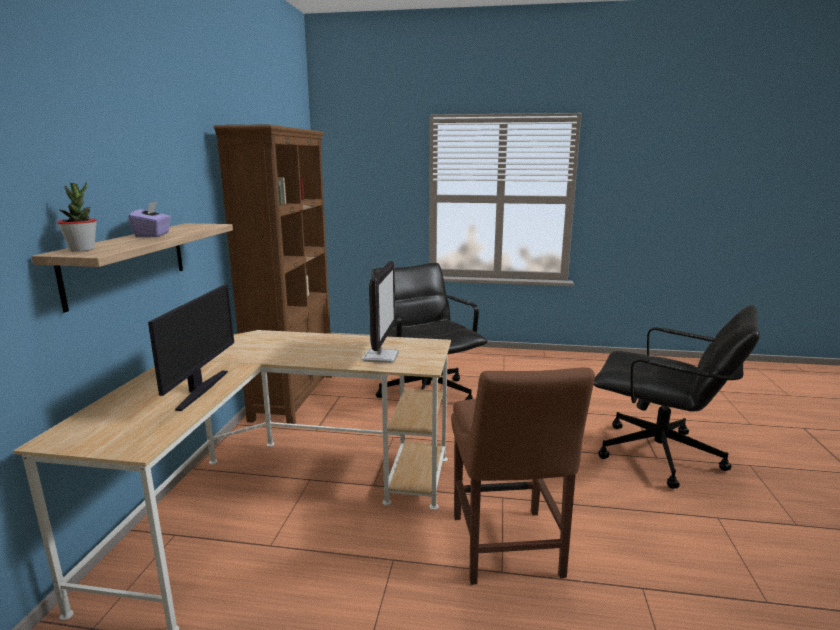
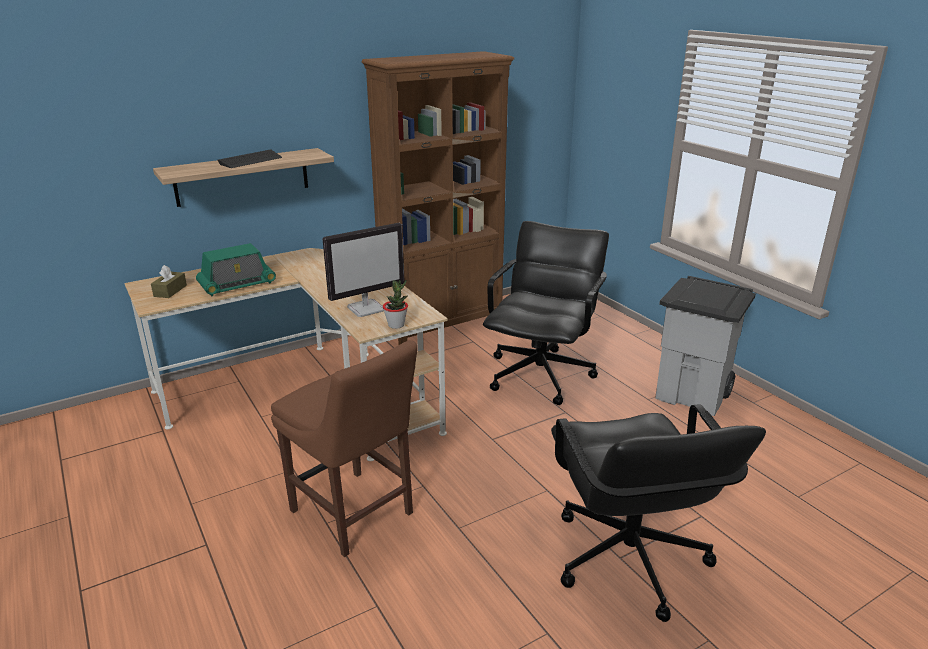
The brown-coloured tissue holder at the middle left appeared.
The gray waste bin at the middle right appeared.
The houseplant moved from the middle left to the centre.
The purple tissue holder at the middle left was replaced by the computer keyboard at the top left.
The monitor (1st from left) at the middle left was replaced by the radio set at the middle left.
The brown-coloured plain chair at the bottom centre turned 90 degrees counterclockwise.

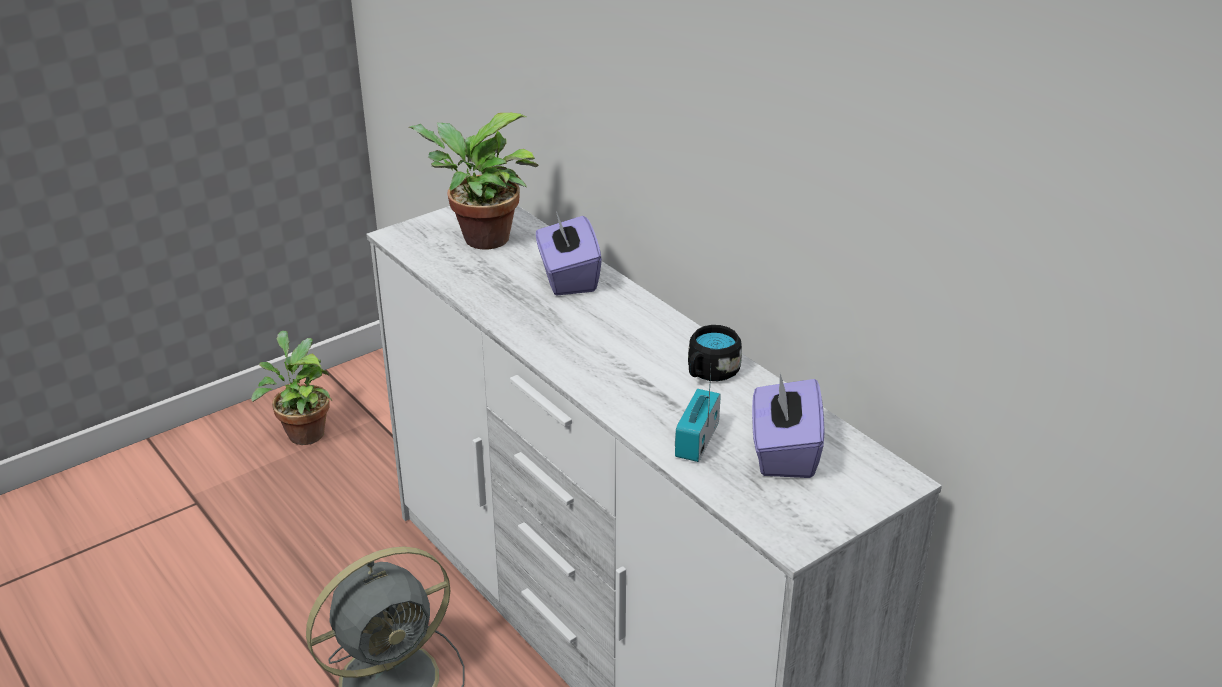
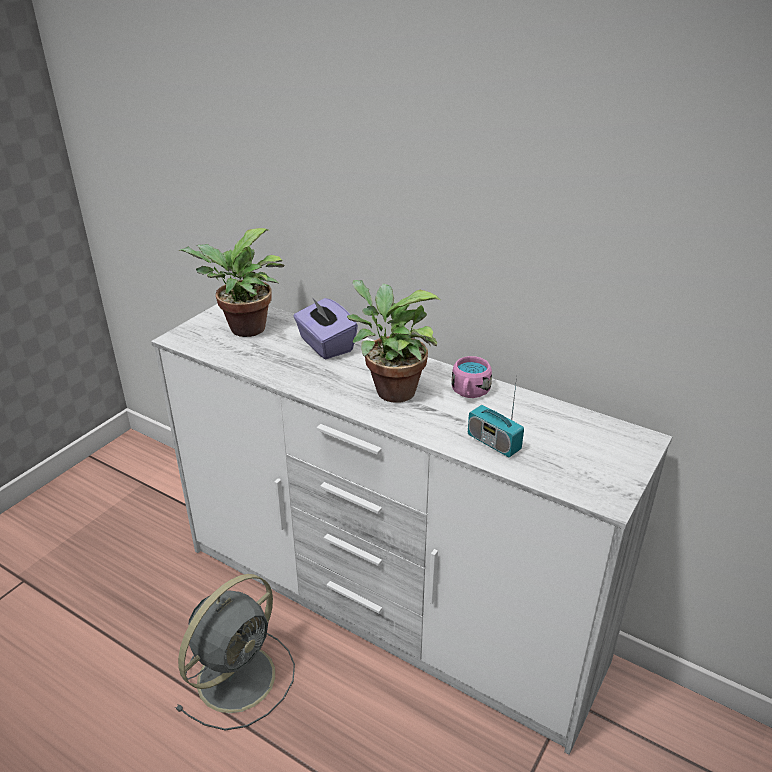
The purple tissue holder (2nd from left) at the centre disappeared.
The houseplant (1st from left in the first image) moved from the middle left to the centre.
The blackish mug at the centre became the pink-coloured mug at the centre.
The radio set at the centre turned 45 degrees counterclockwise.

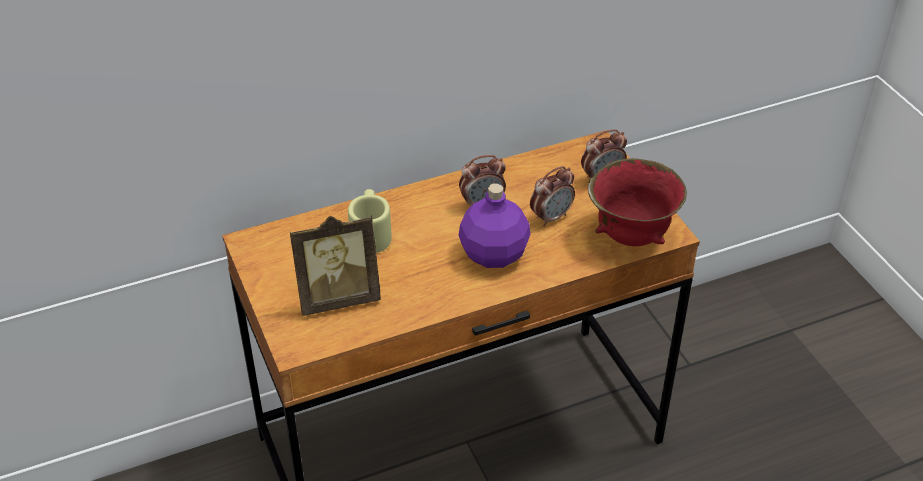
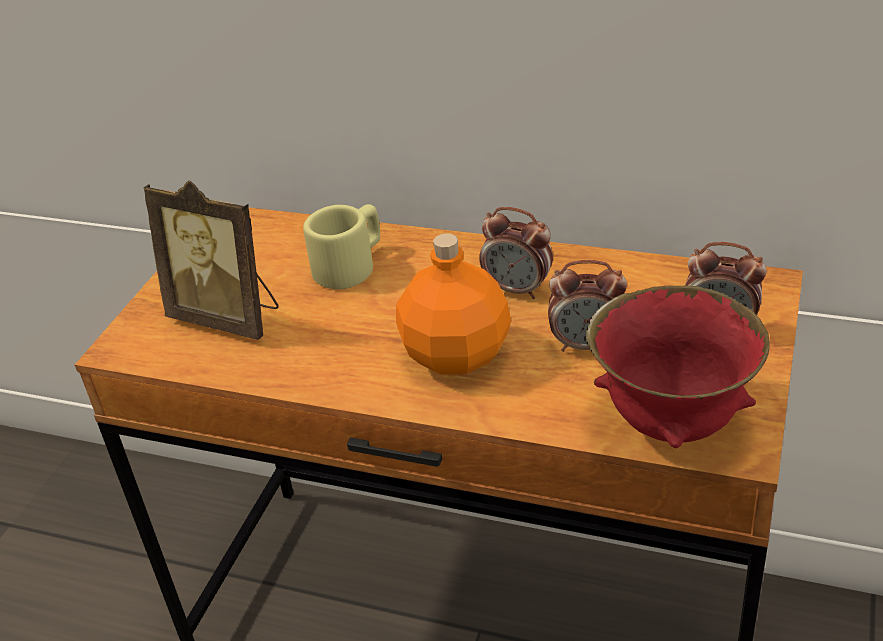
The purple beverage bottle at the centre became the orange-coloured beverage bottle at the centre.

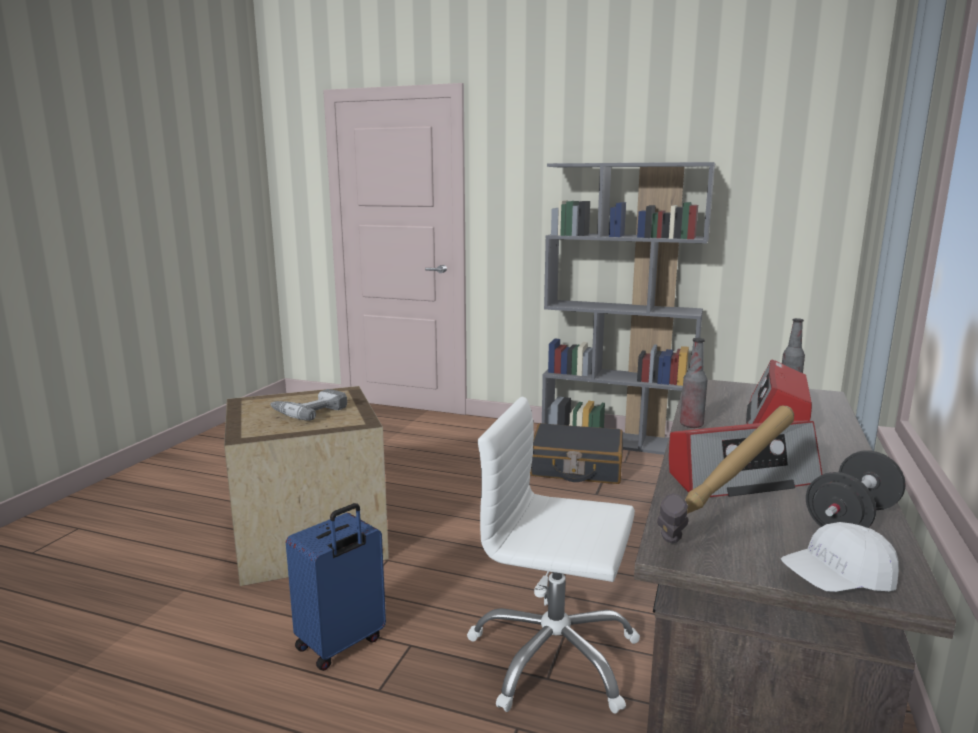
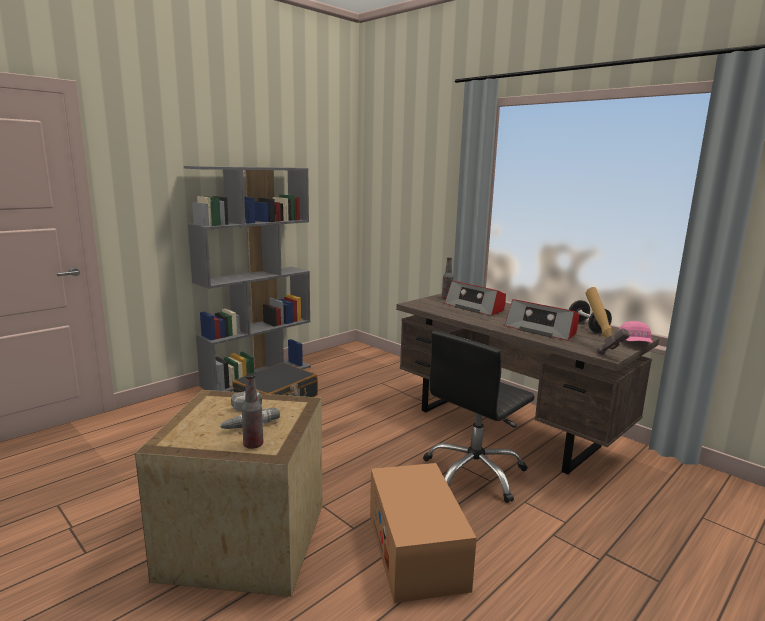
The beverage bottle (1st from left) moved from the middle right to the middle left.
The blue piece of luggage at the bottom centre was replaced by the packing box at the bottom centre.
The white computer chair at the bottom centre became the blackish computer chair at the bottom centre.
The white peaked cap at the bottom right became the pink-coloured peaked cap at the middle right.
The radio set (1st from left in the first image) at the middle right turned 120 degrees clockwise.

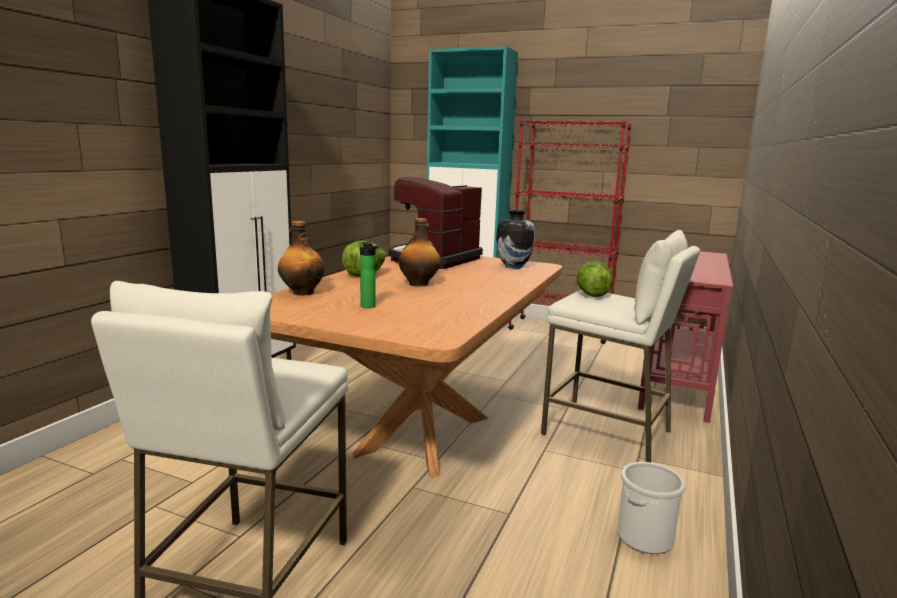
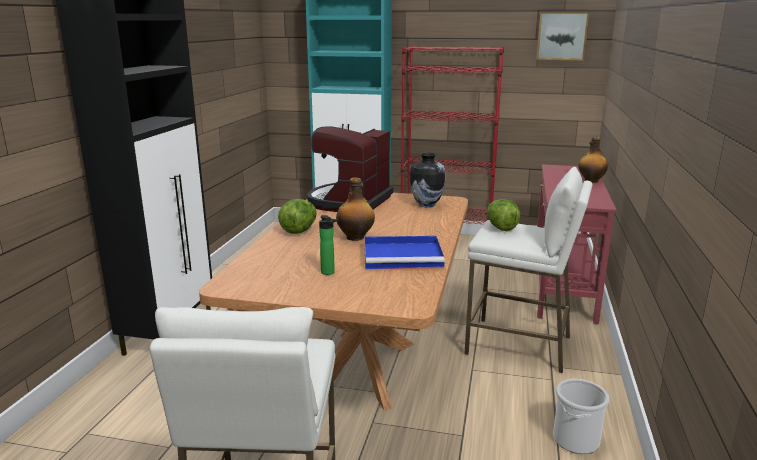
The blue serving tray at the centre appeared.
The wall picture at the top right appeared.
The beverage bottle (1st from left in the first image) moved from the centre to the middle right.

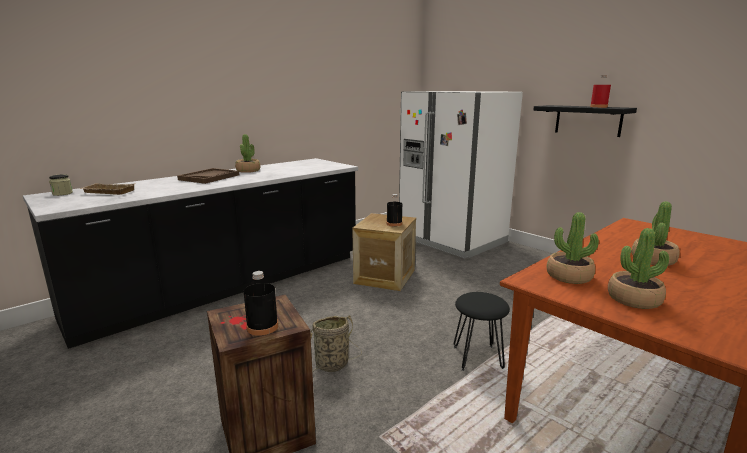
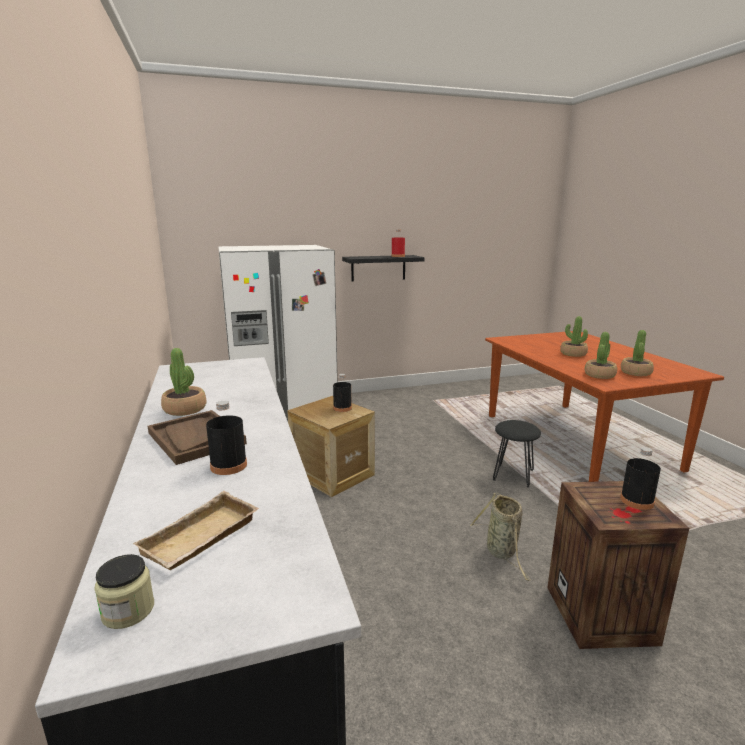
The blackish beverage bottle (1st from left) at the middle left appeared.

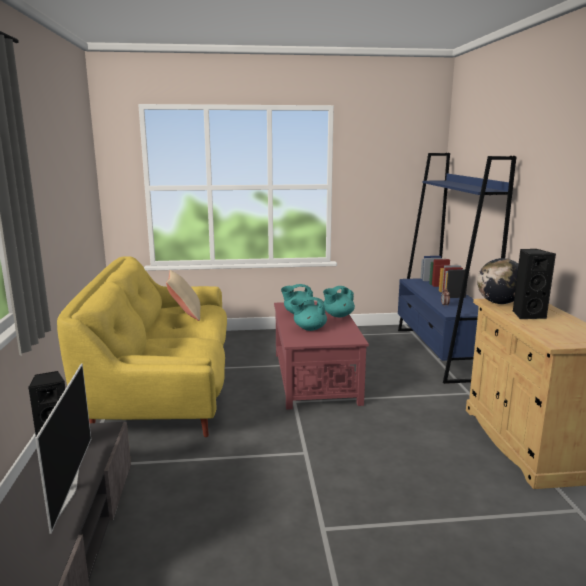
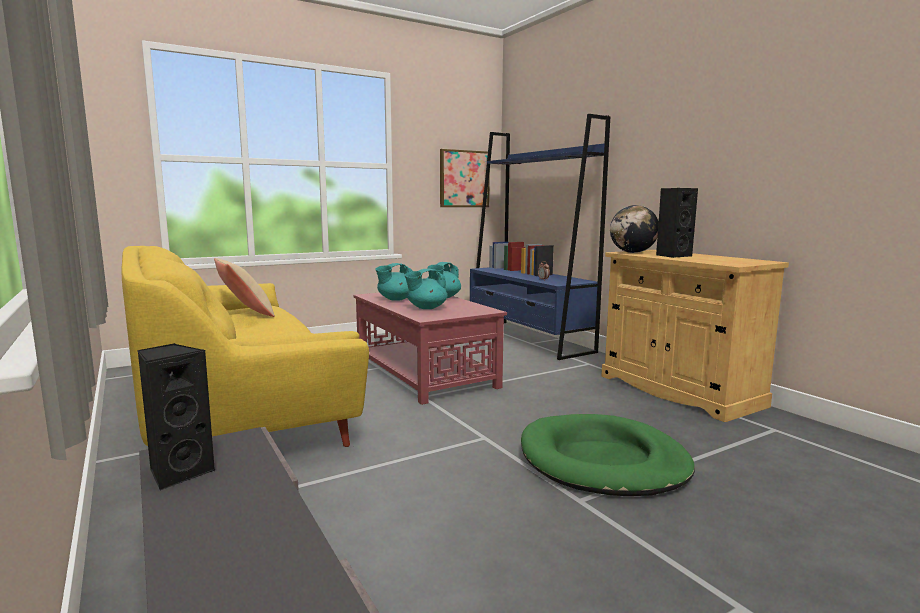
The television at the bottom left disappeared.
The wall picture at the top centre appeared.
The greenish pet bed at the bottom centre appeared.

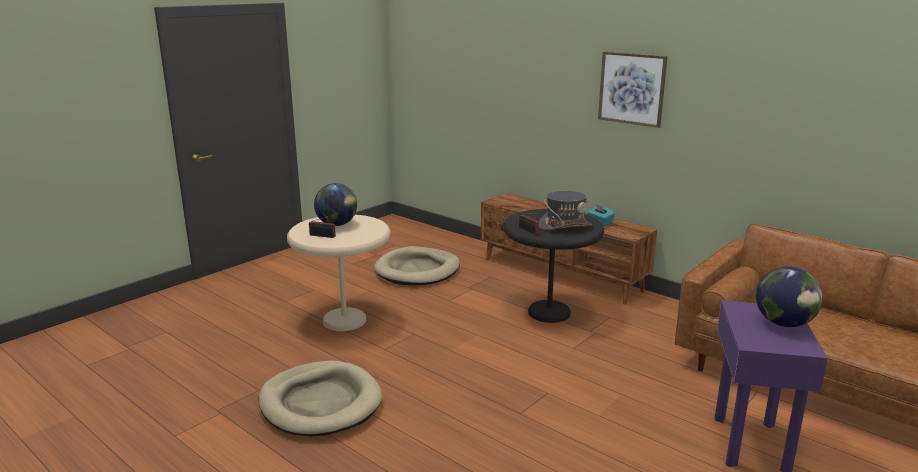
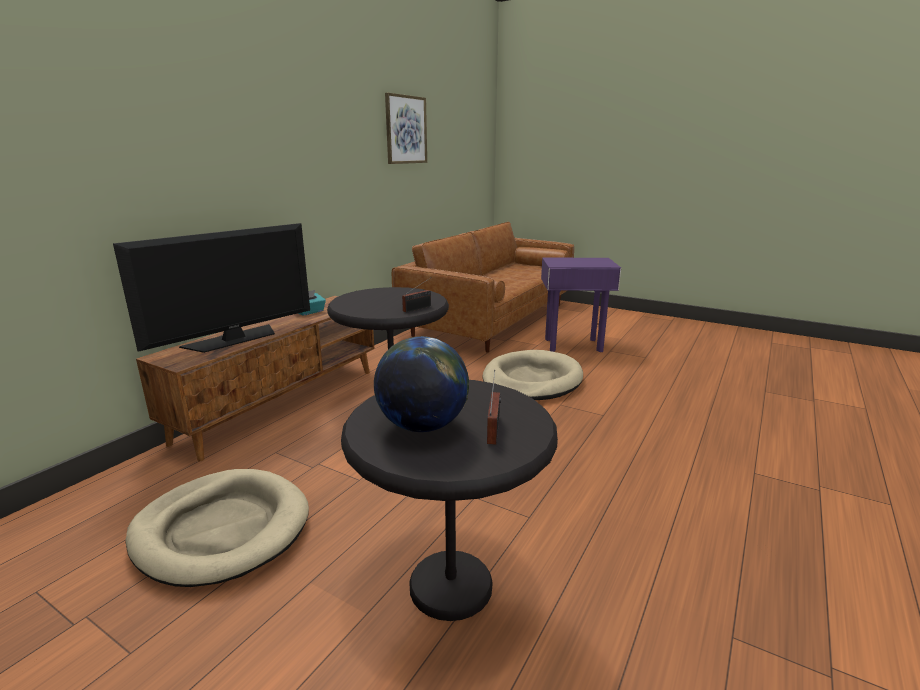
The gray wearable hat at the centre disappeared.
The world globe (2nd from left) at the middle right disappeared.
The television at the middle left appeared.
The beige-coloured pet bed (1st from left in the first image) moved from the bottom centre to the centre.
The wall picture moved from the top right to the top centre.
The beige-coloured accent table at the centre became the blackish accent table (2nd from left) at the bottom centre.

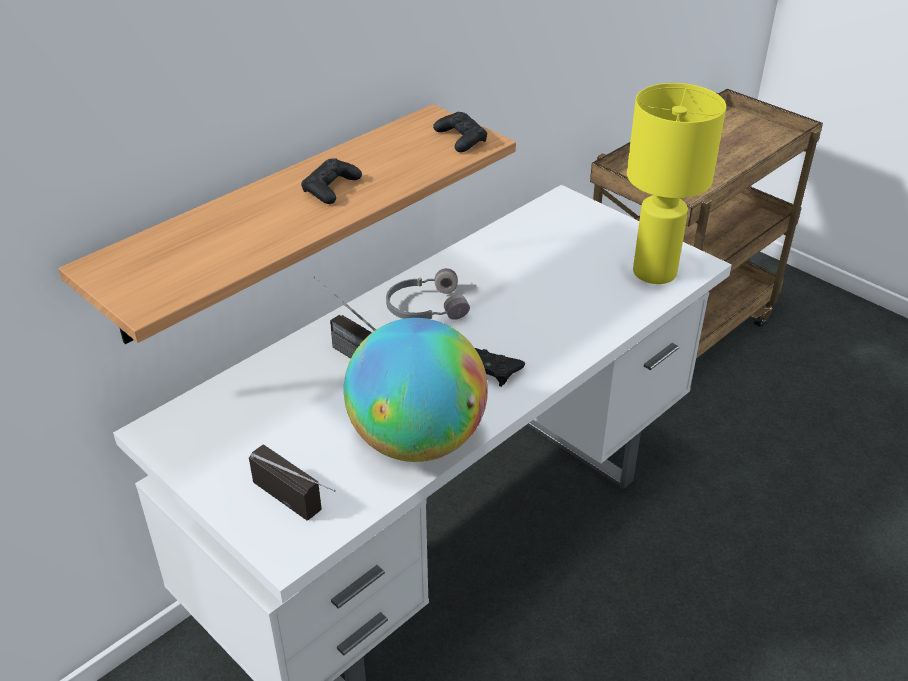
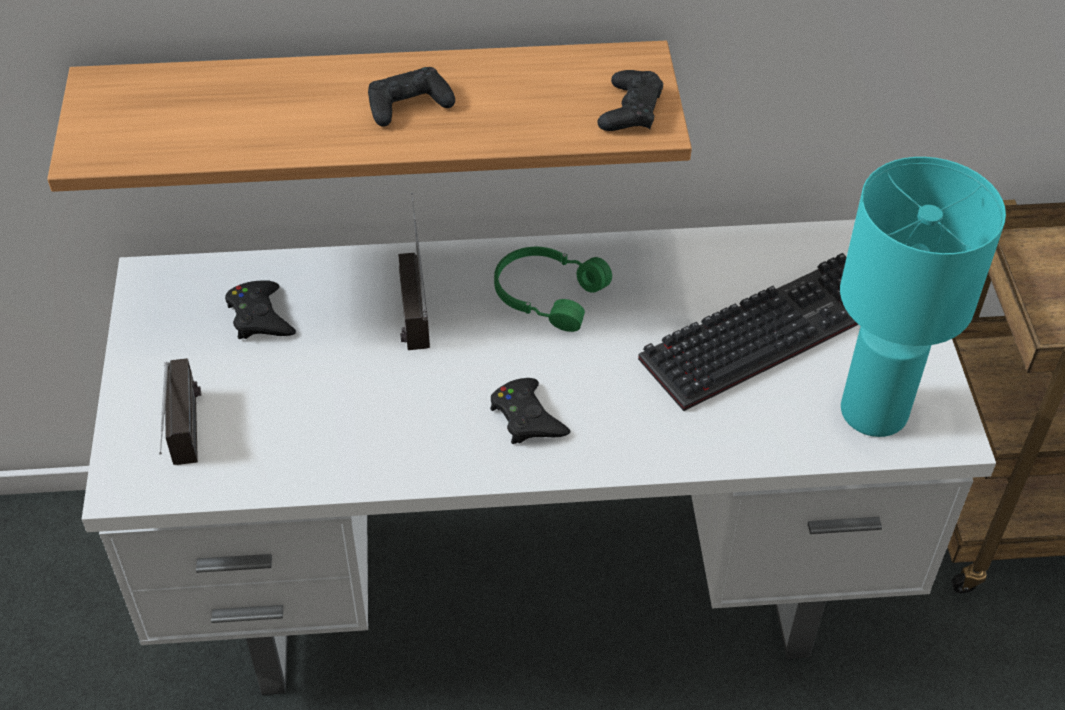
The world globe at the centre disappeared.
The blackish gamepad (1st from left) at the middle left appeared.
The computer keyboard at the middle right appeared.
The gray pair of headphones at the centre became the greenish pair of headphones at the centre.
The yellowish table lamp at the top right became the blue-green table lamp at the middle right.

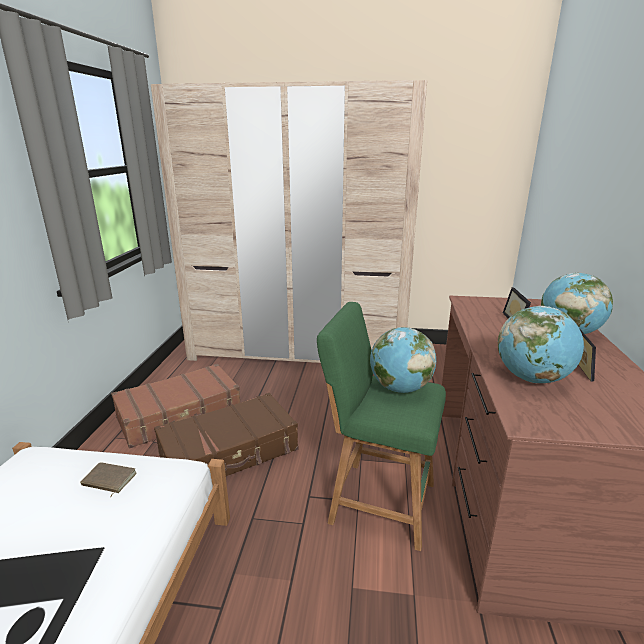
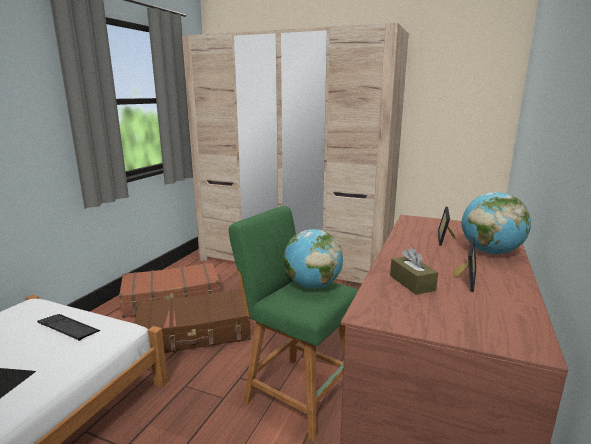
The brown-coloured bound book at the bottom left was replaced by the computer keyboard at the bottom left.
The world globe (2nd from left) at the middle right was replaced by the brown-coloured tissue holder at the middle right.

